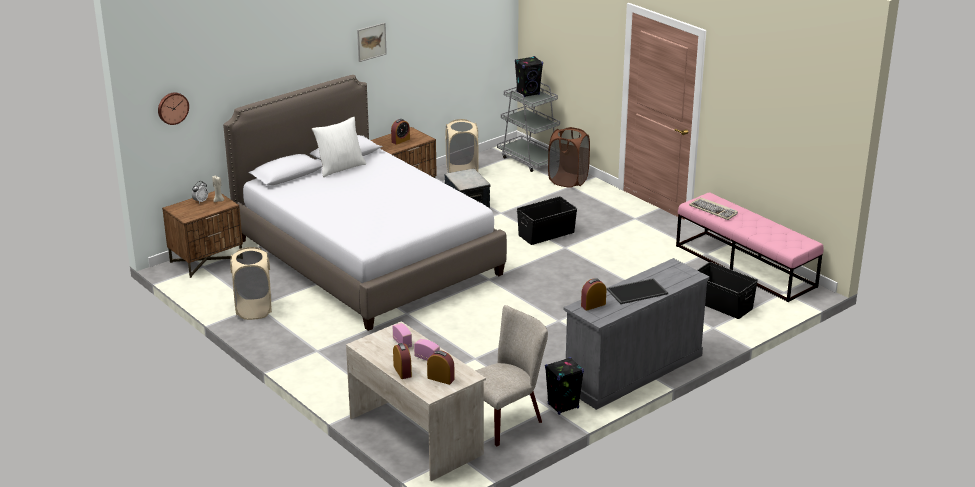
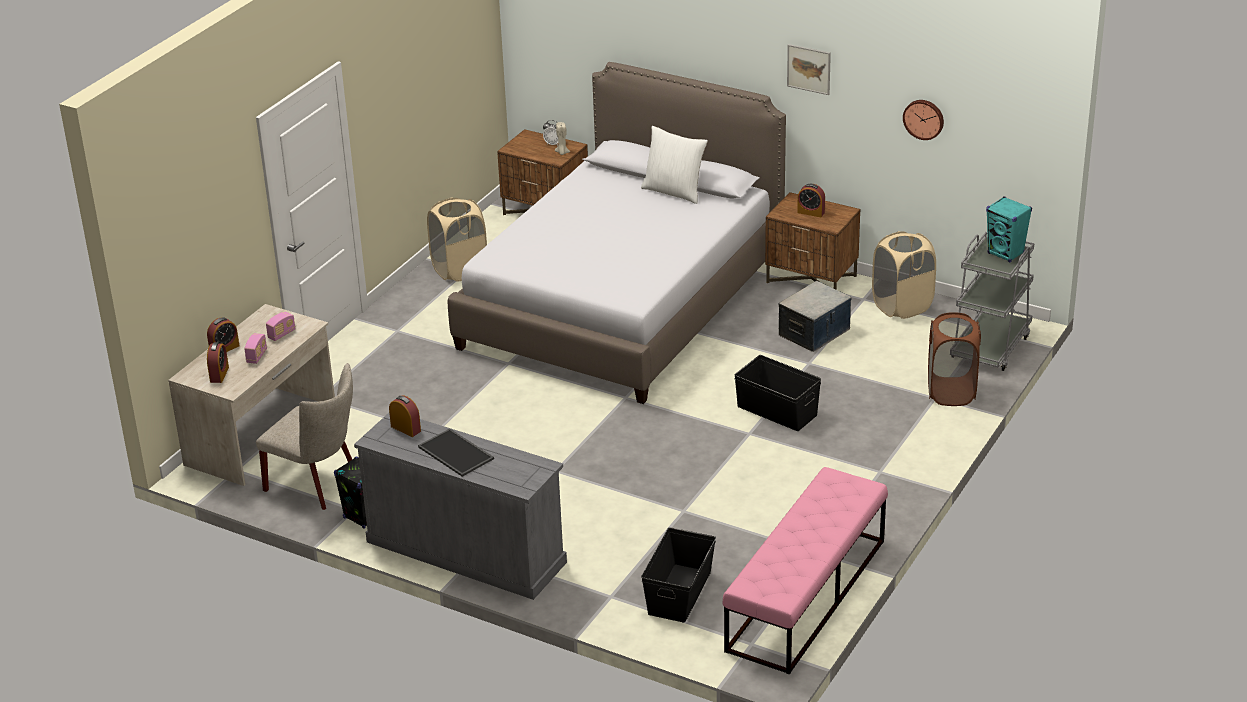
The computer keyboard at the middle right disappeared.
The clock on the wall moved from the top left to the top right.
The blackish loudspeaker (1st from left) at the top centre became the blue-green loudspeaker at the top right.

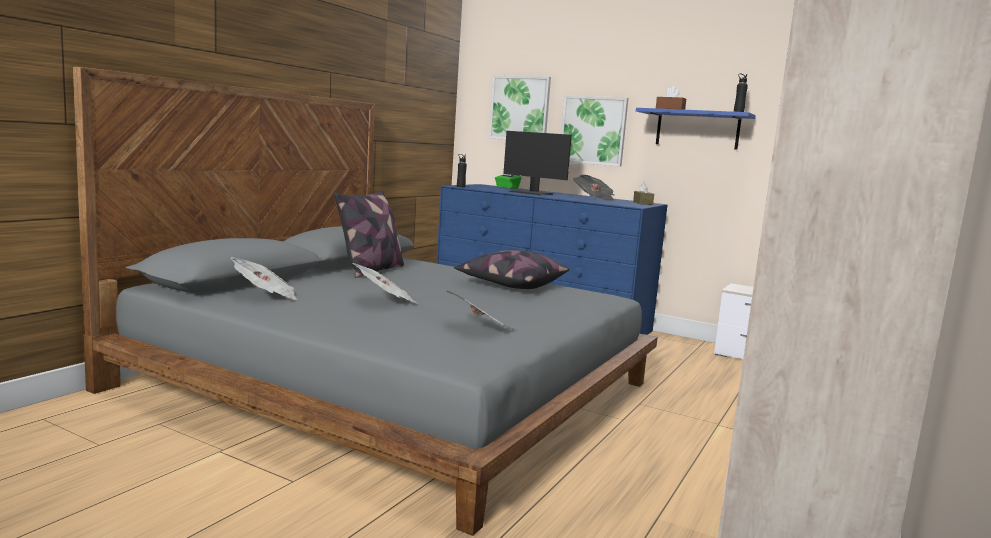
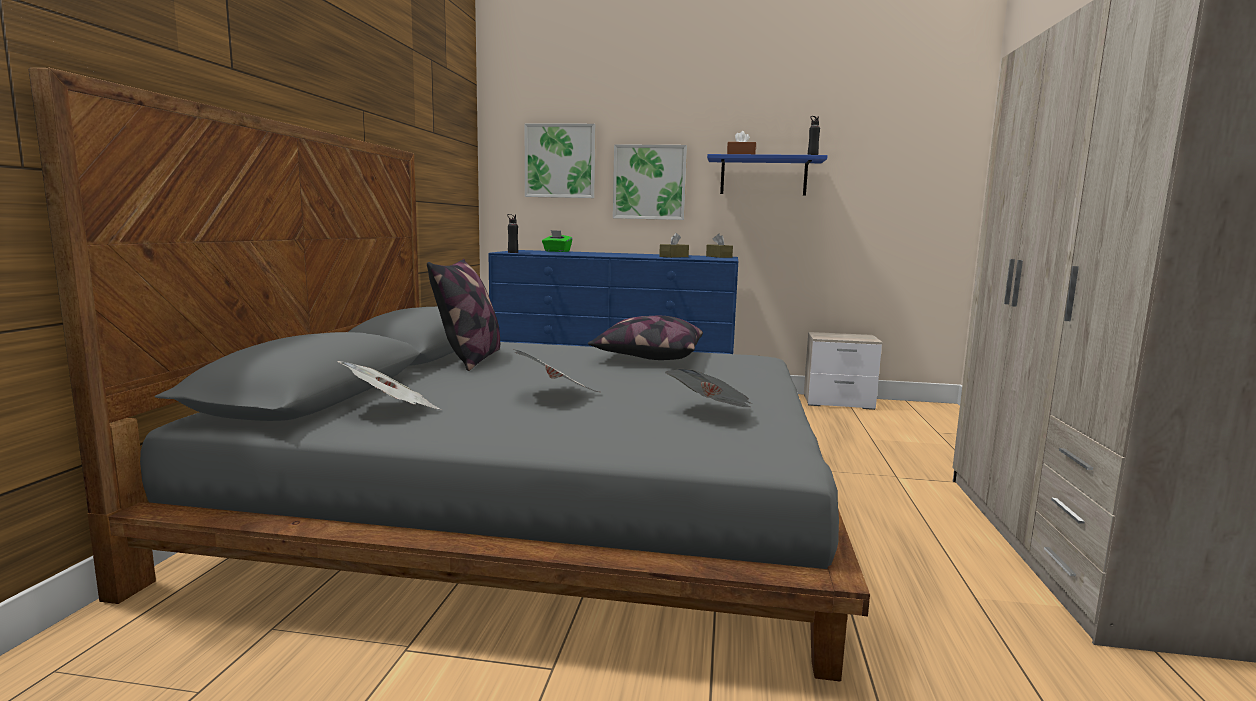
The monitor at the top centre disappeared.
The newspaper (4th from left) at the centre was replaced by the brown-coloured tissue holder (1st from left) at the centre.

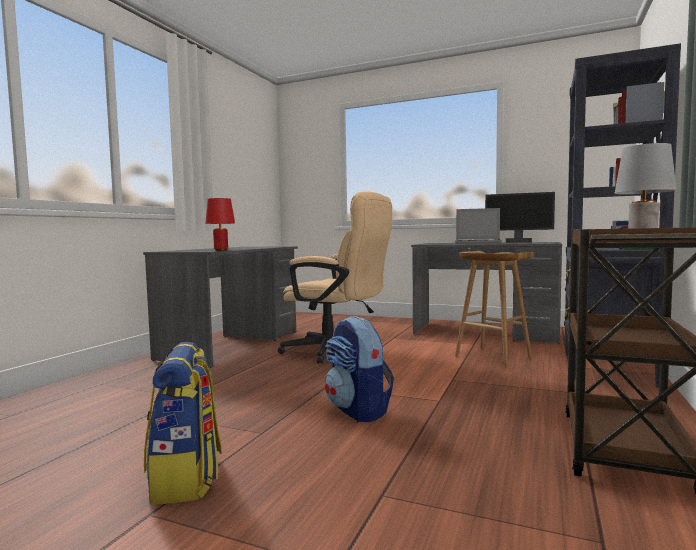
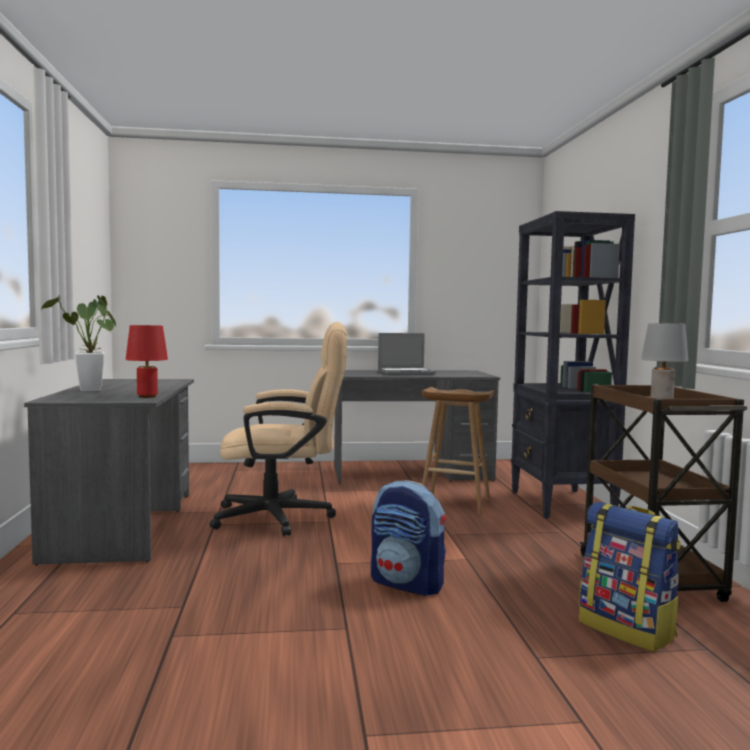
The monitor at the middle right disappeared.
The houseplant at the middle left appeared.
The backpack (1st from left in the first image) moved from the bottom left to the bottom right.

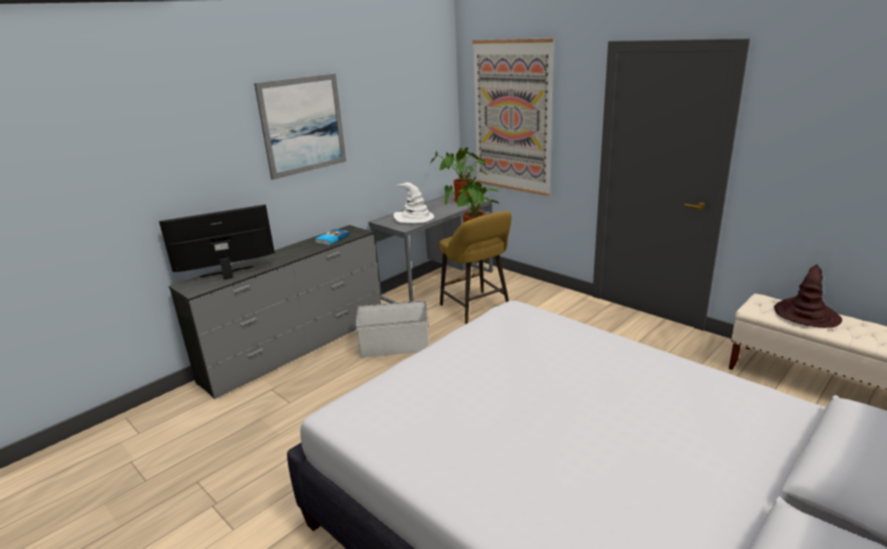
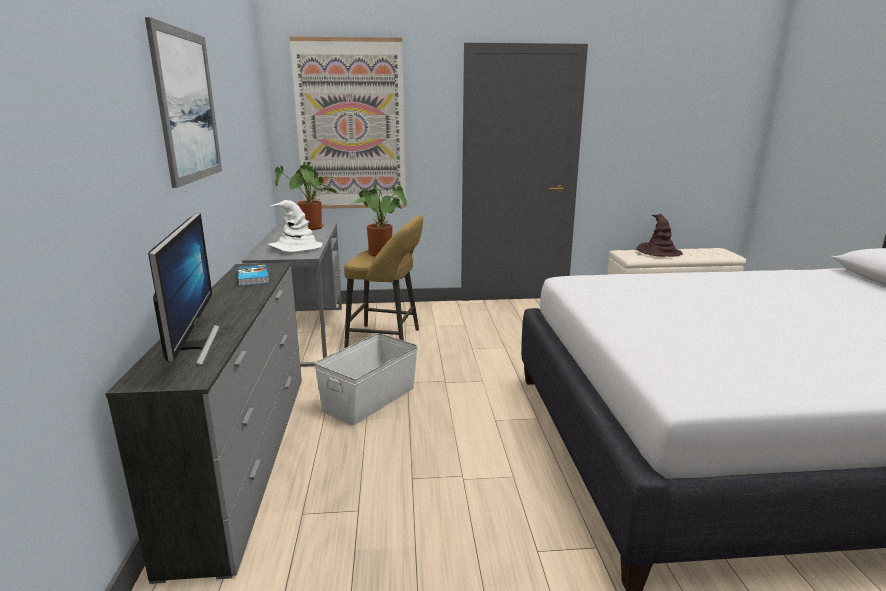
The monitor at the middle left turned 150 degrees clockwise.

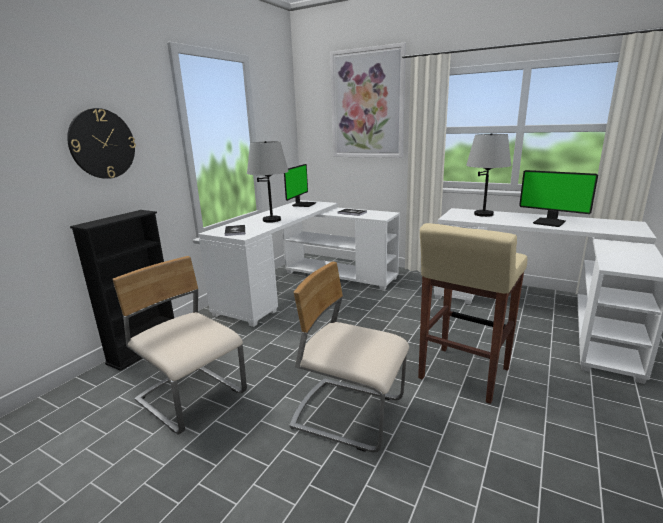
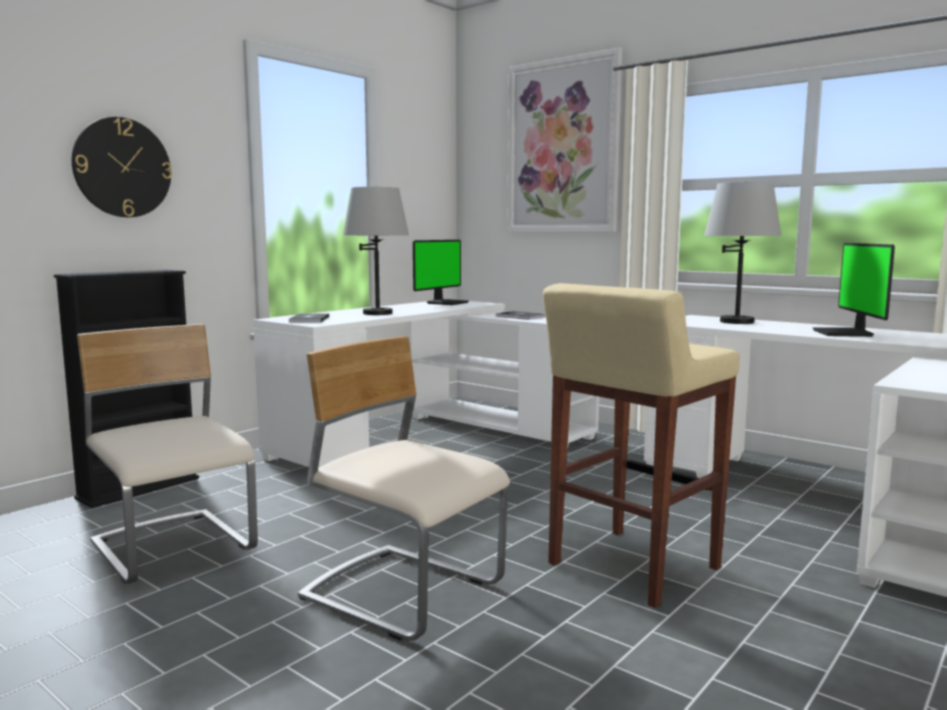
The monitor (2nd from left) at the middle right turned 45 degrees clockwise.

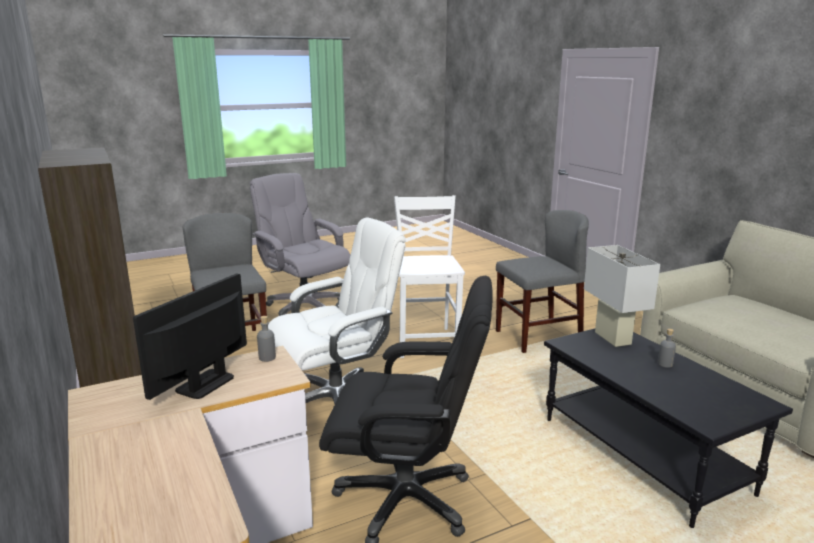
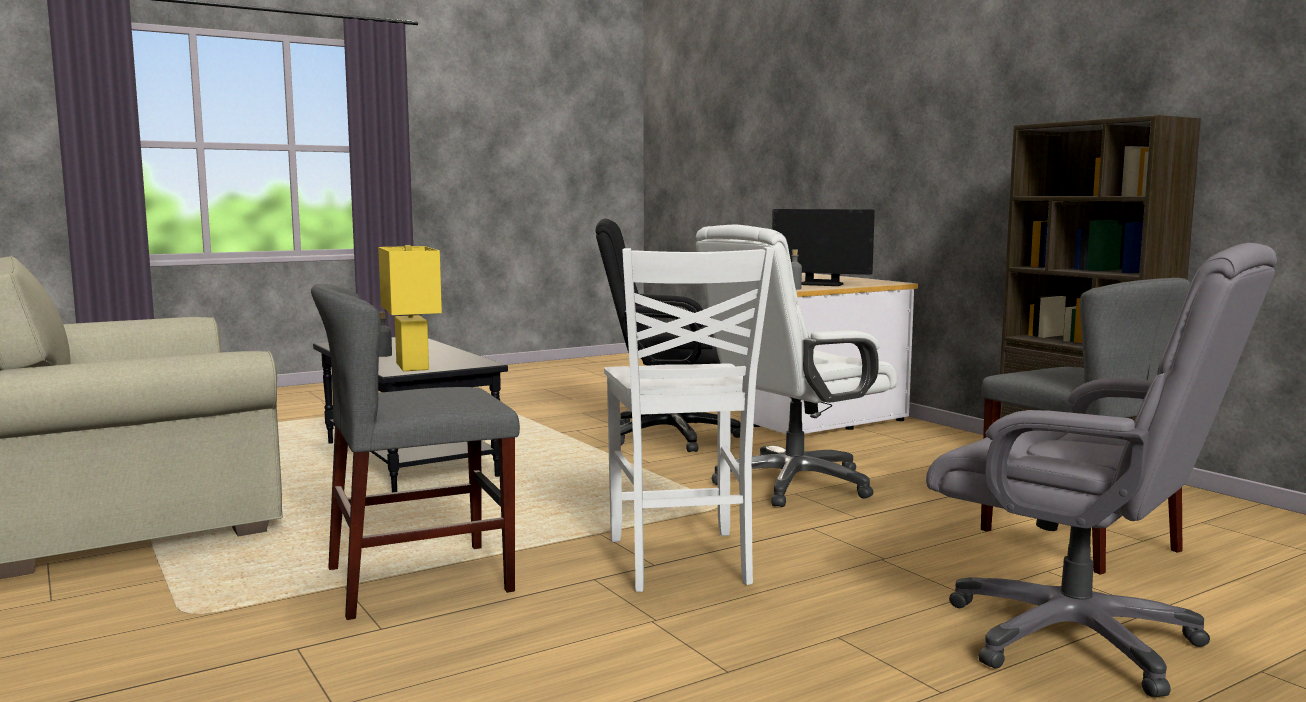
The white table lamp at the middle right became the yellowish table lamp at the middle left.
The monitor at the middle left turned 90 degrees clockwise.

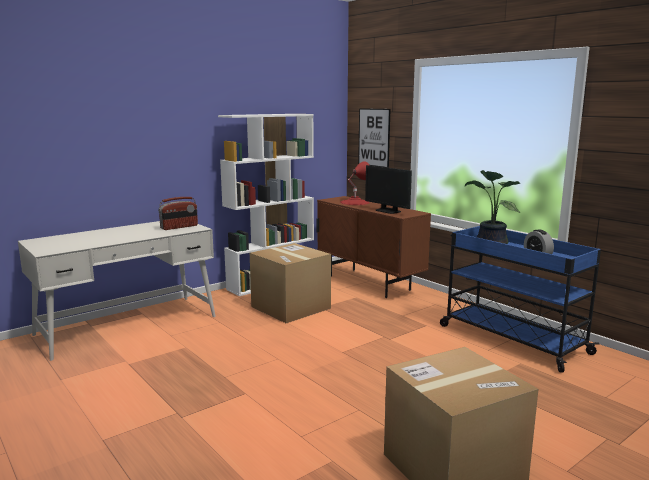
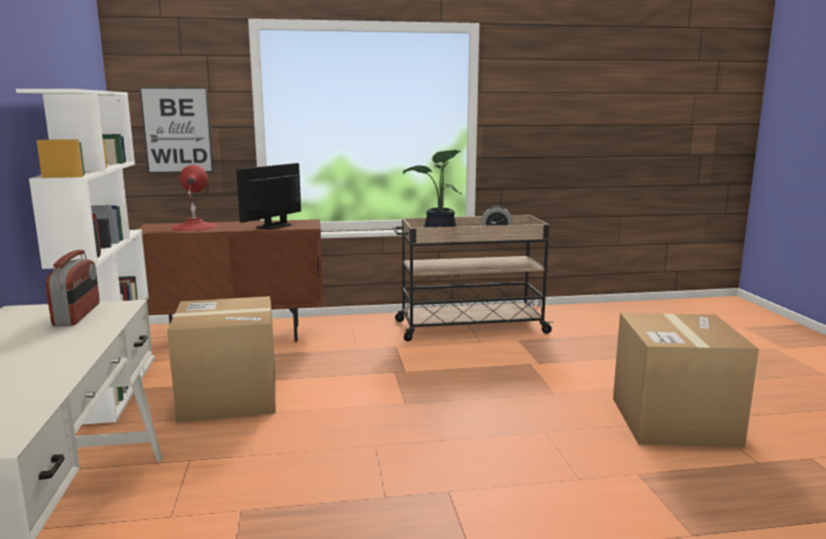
The blue cart at the middle right became the beige-coloured cart at the centre.
The monitor at the centre turned 135 degrees clockwise.

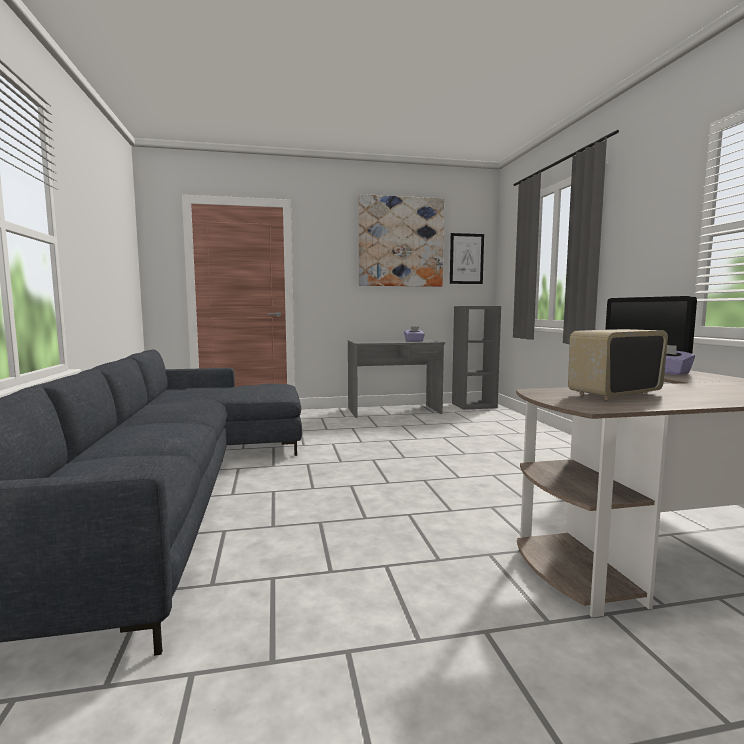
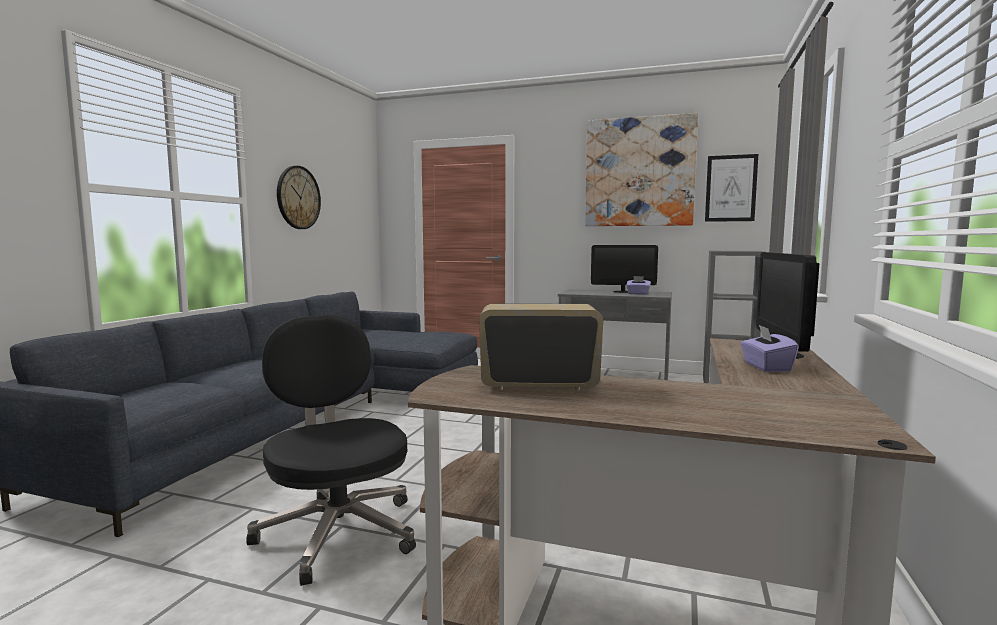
The blackish computer chair at the bottom left appeared.
The clock on the wall at the top left appeared.
The monitor (1st from left) at the centre appeared.

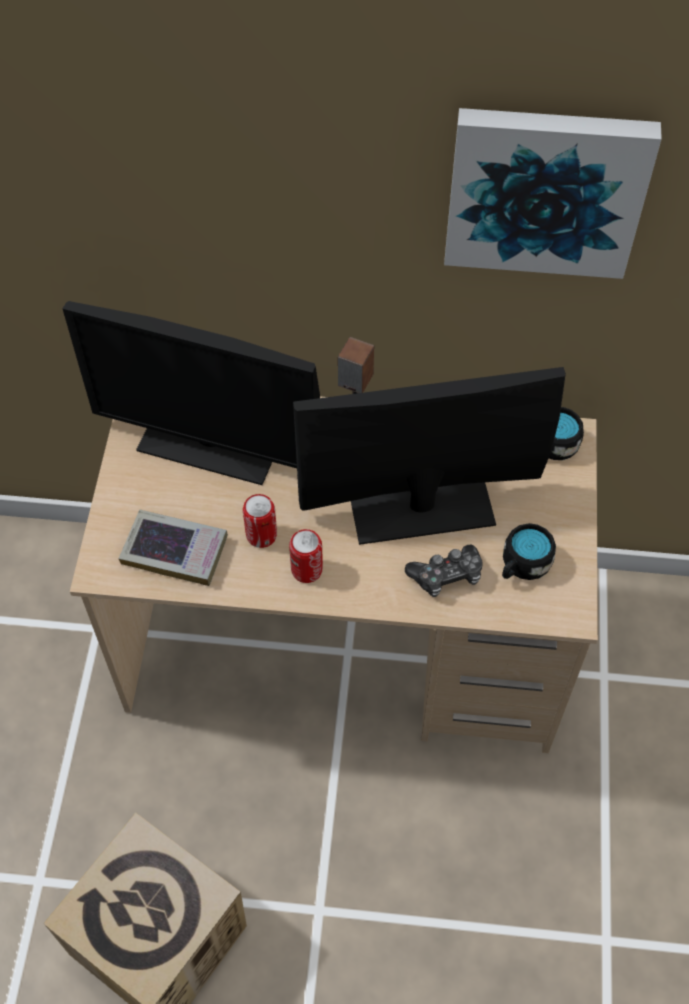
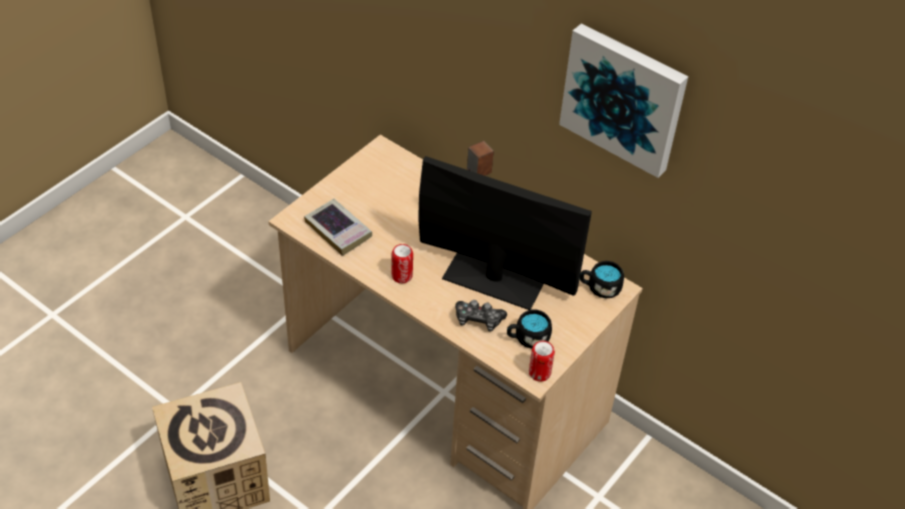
The monitor (1st from left) at the middle left disappeared.
The sealed can (1st from left in the first image) moved from the centre to the bottom centre.

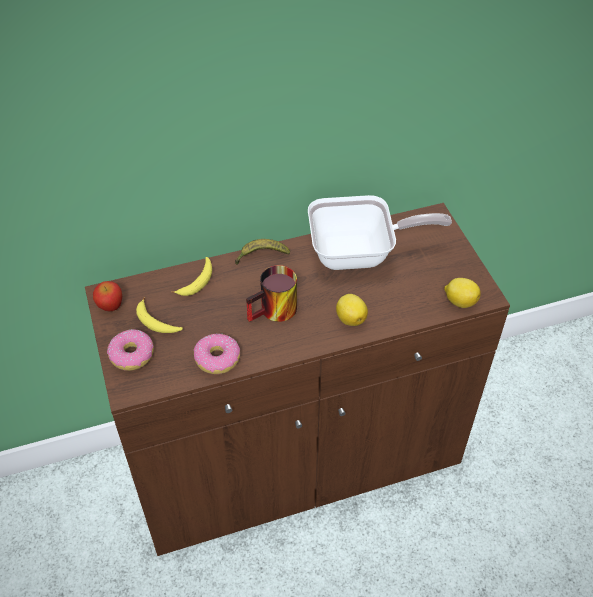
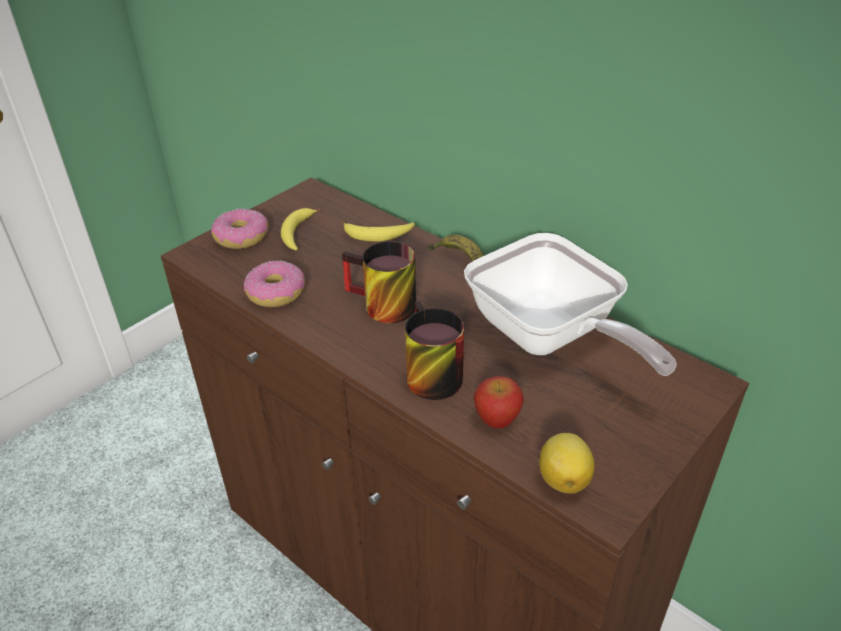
The apple fruit moved from the middle left to the centre.
The lemon (1st from left) at the centre was replaced by the mug (2nd from left) at the centre.

